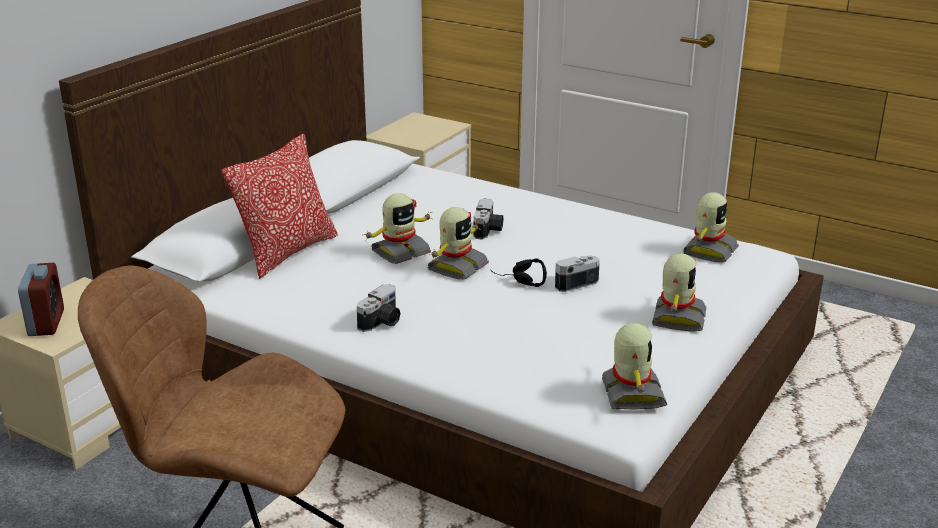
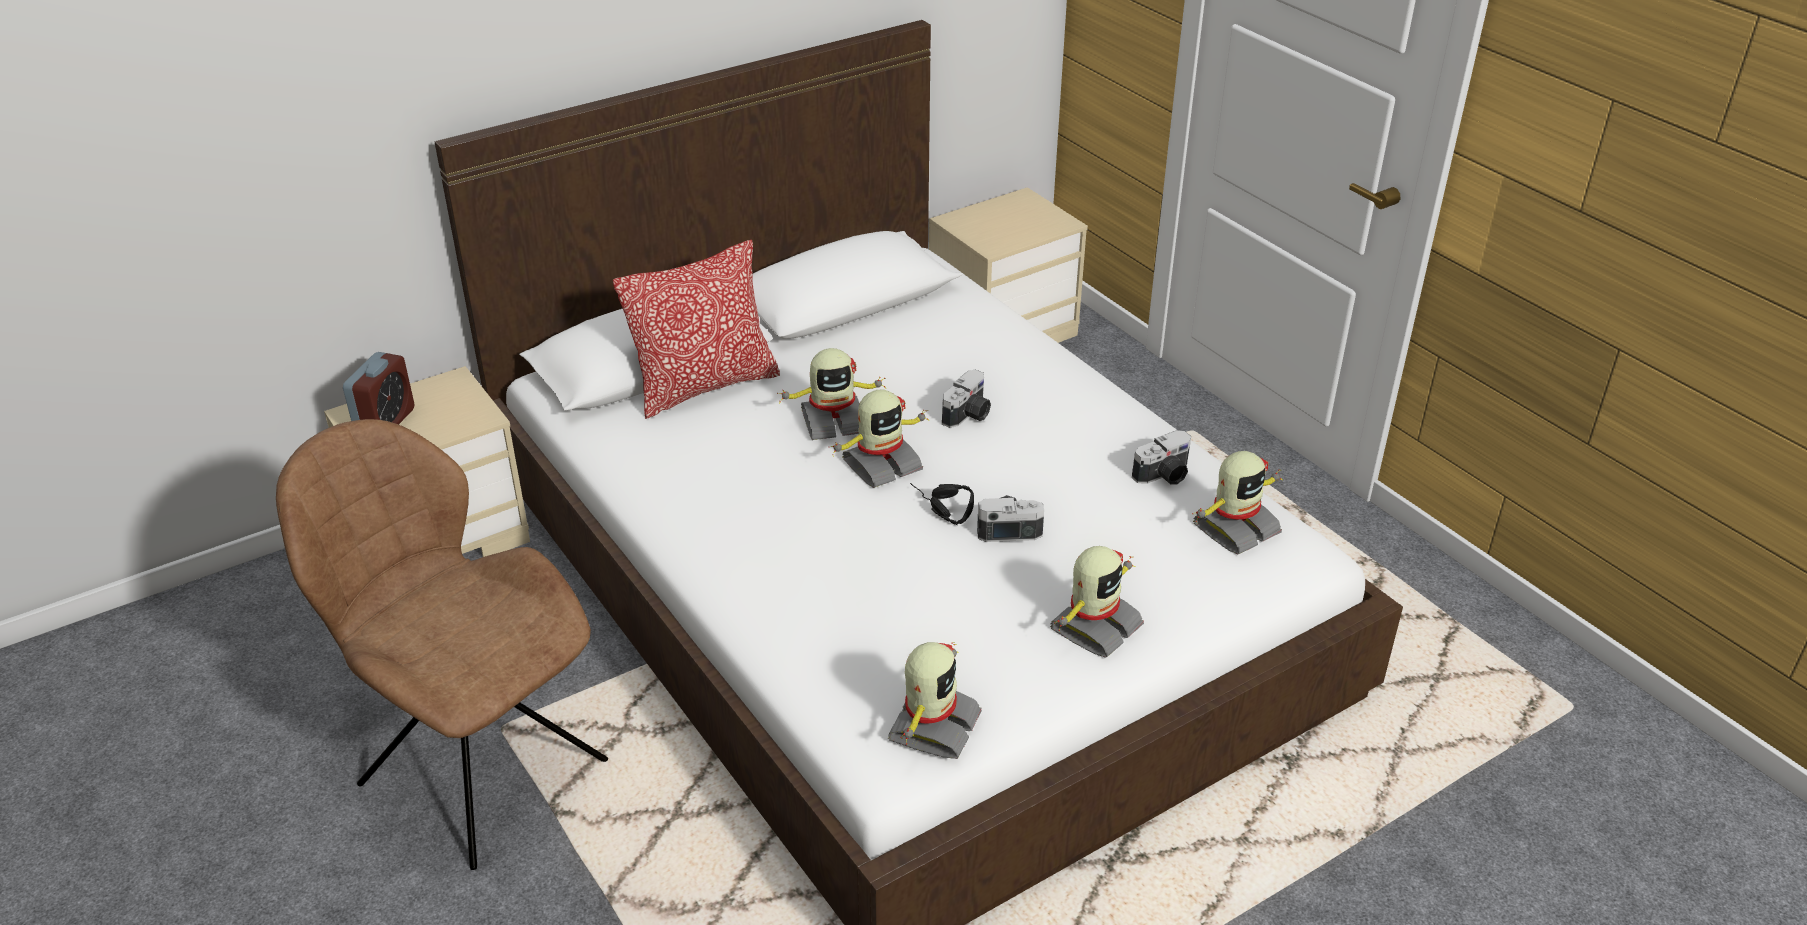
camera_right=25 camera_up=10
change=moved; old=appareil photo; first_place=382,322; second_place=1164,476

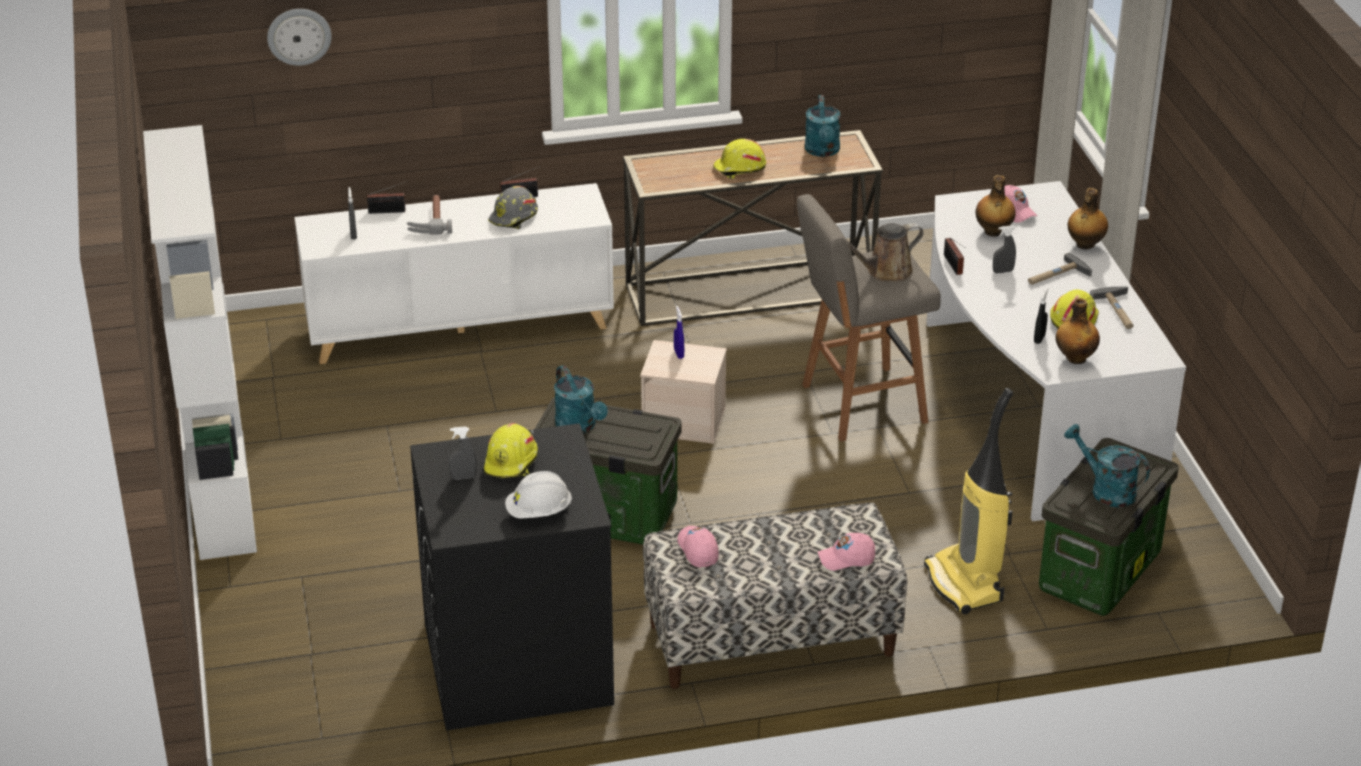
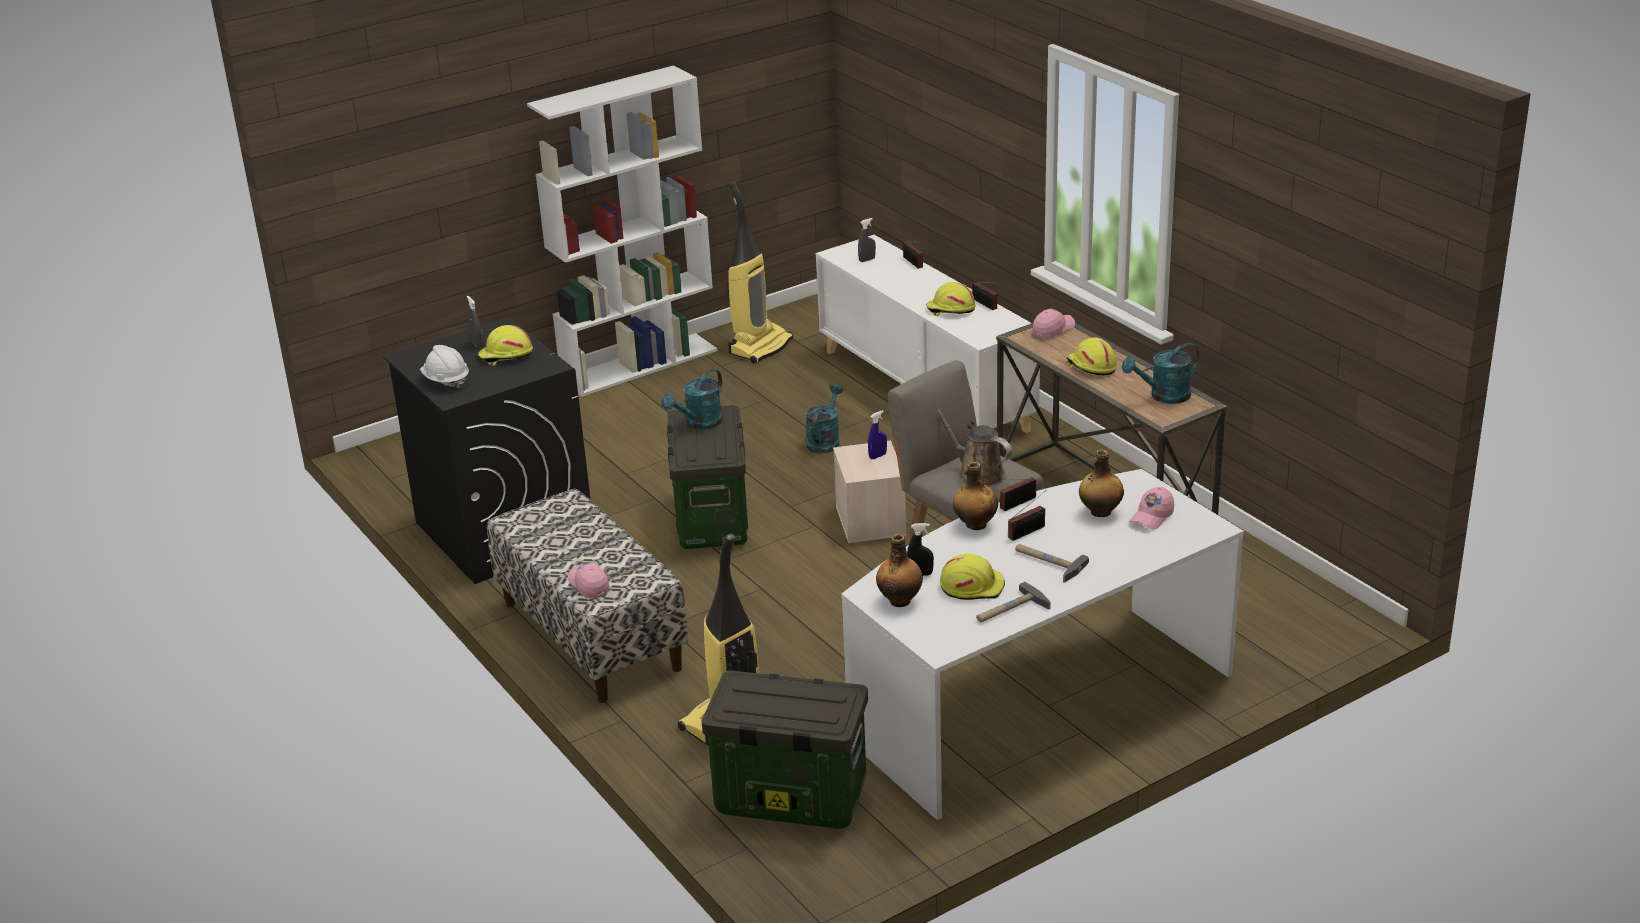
camera_right=70 camera_up=-5
change=removed; old=horloge murale; first_place=299,36
change=removed; old=marteau; first_place=429,220
change=recoloured; old=casque de chantier (gris); new=casque de chantier (jaune); first_place=514,217; second_place=950,309
change=moved; old=casquette (rose); first_place=698,550; second_place=1053,329
change=replaced; old=vaporisateur (gris); new=radio; first_place=1003,271; second_place=1028,531
change=moved; old=arrosoir (turquoise); first_place=1106,490; second_place=825,440
change=moved; old=bouteille; first_place=1085,245; second_place=975,524
change=added; new=aspirateur; second_place=760,346

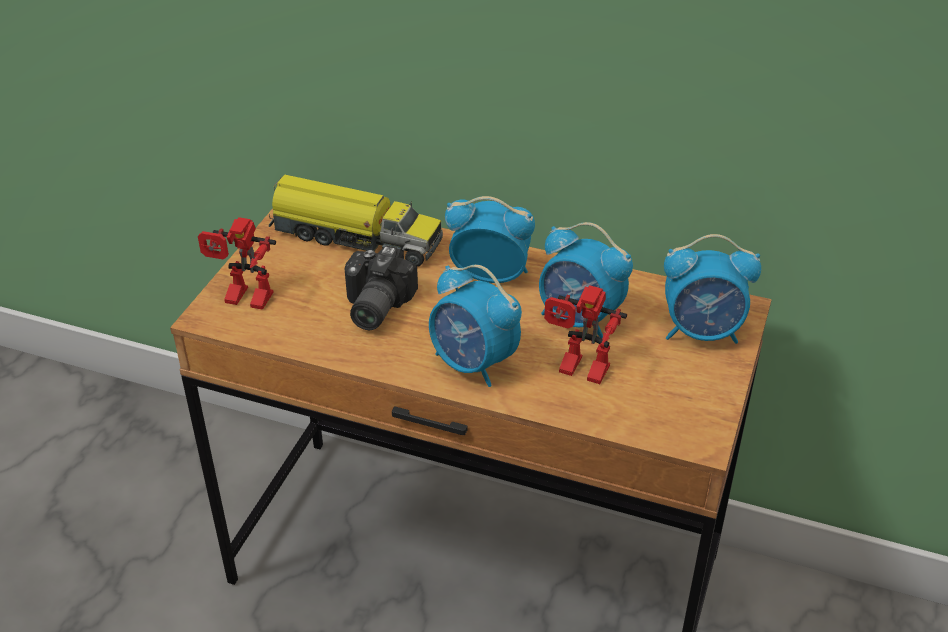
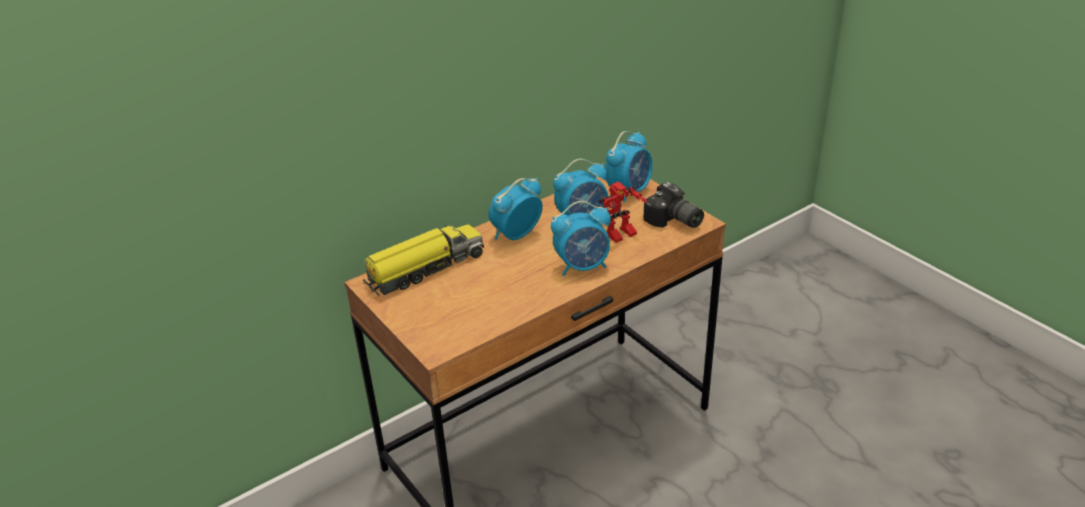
camera_right=-55 camera_up=-5
change=removed; old=robot jouet; first_place=243,300
change=moved; old=appareil photo; first_place=372,306; second_place=673,221

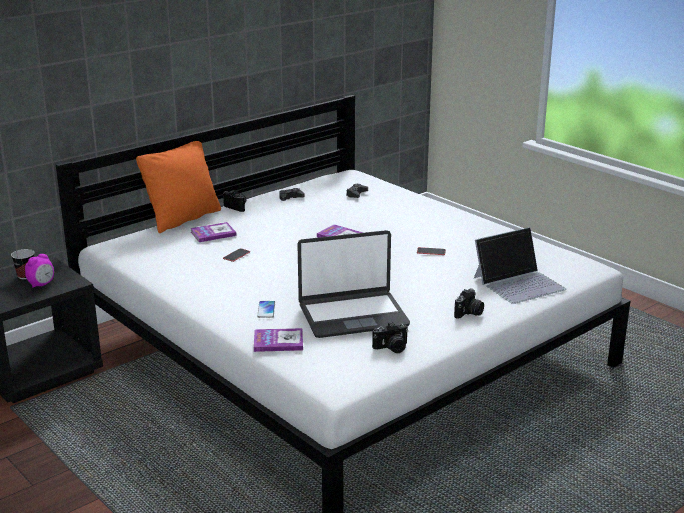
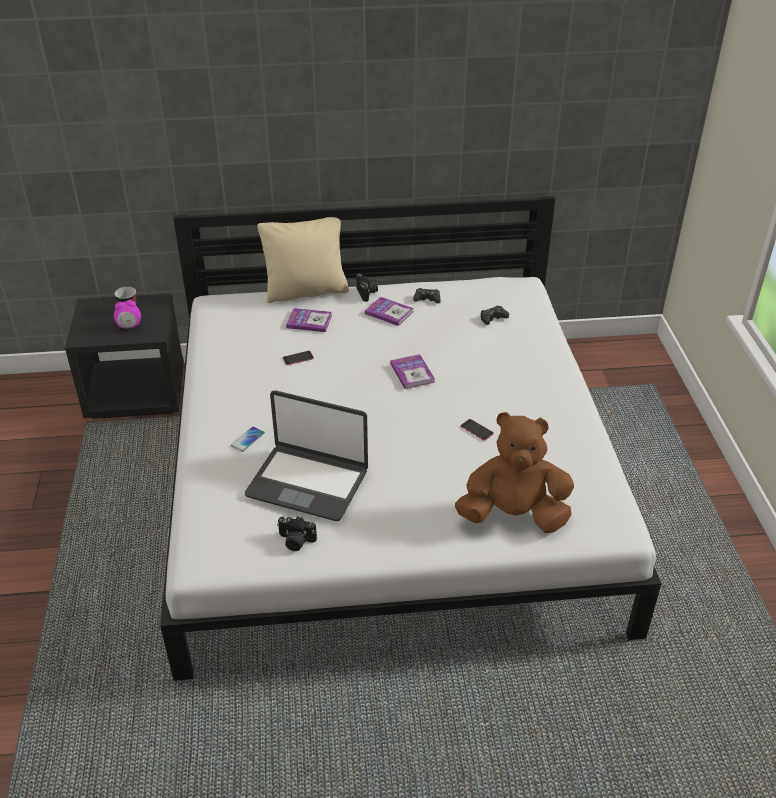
camera_right=35 camera_up=15
change=recoloured; old=coussin (orange); new=coussin (beige); first_place=183,219; second_place=306,291
change=moved; old=livre; first_place=278,341; second_place=389,312
change=removed; old=appareil photo; first_place=469,313
change=replaced; old=ordinateur portable; new=peluche (marron); first_place=519,283; second_place=513,515

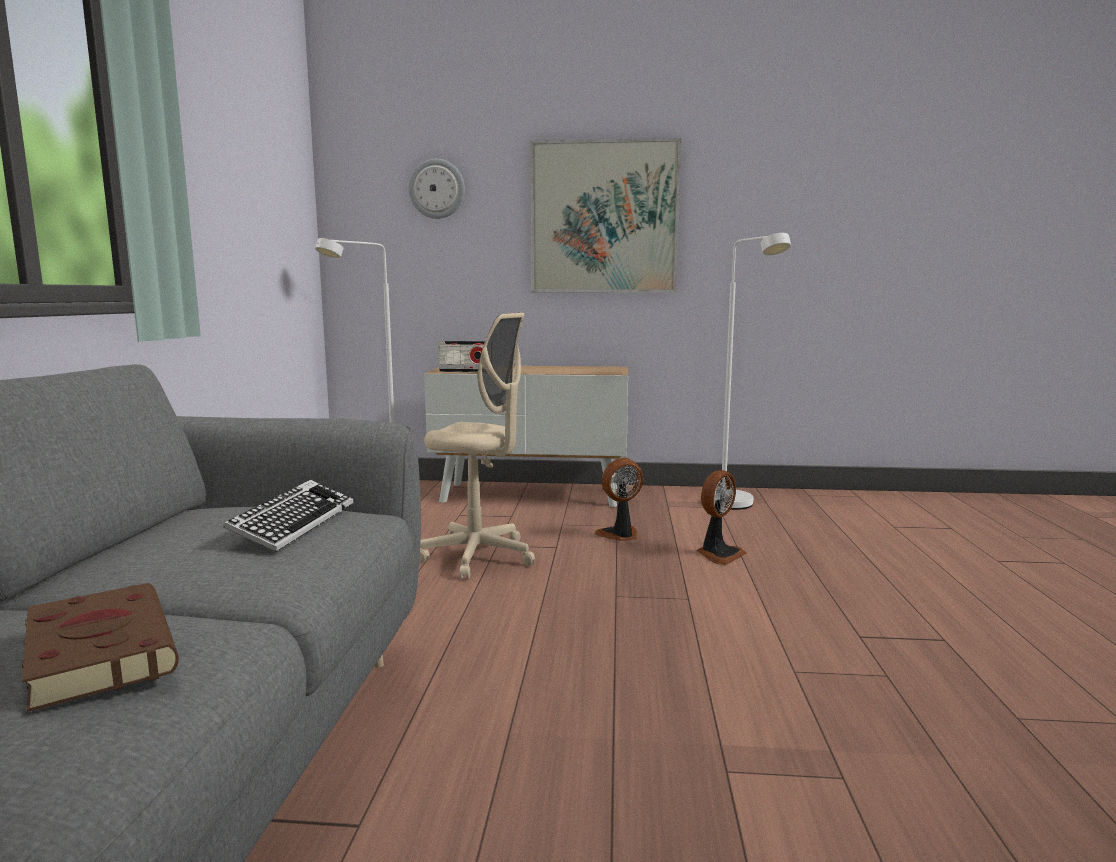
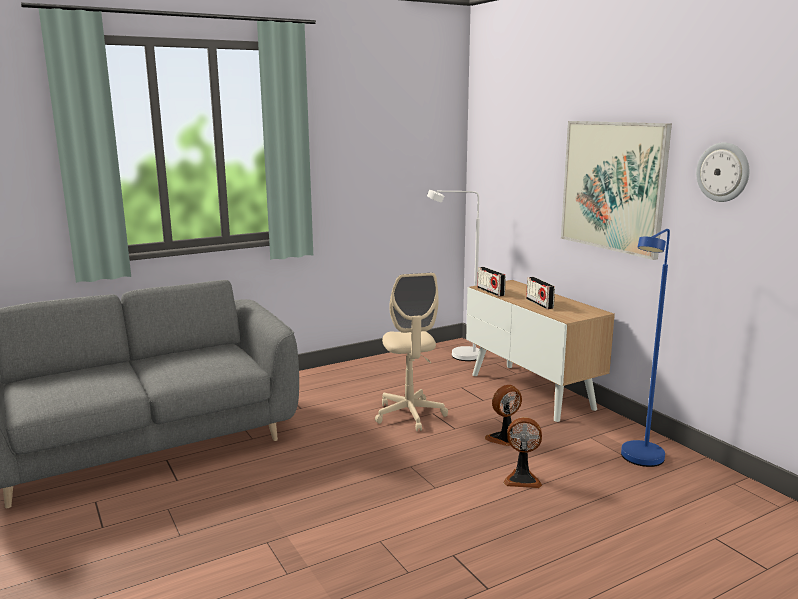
camera_right=55 camera_up=5
change=removed; old=livre (marron); first_place=99,650
change=removed; old=clavier; first_place=294,523
change=moved; old=horloge murale; first_place=437,189; second_place=723,172
change=turned; old=ventilateur; first_place=620,535; second_place=504,439; degrees=-60
change=recoloured; old=lampadaire (blanc); new=lampadaire (bleu); first_place=737,506; second_place=639,461
change=added; new=radio; second_place=539,303

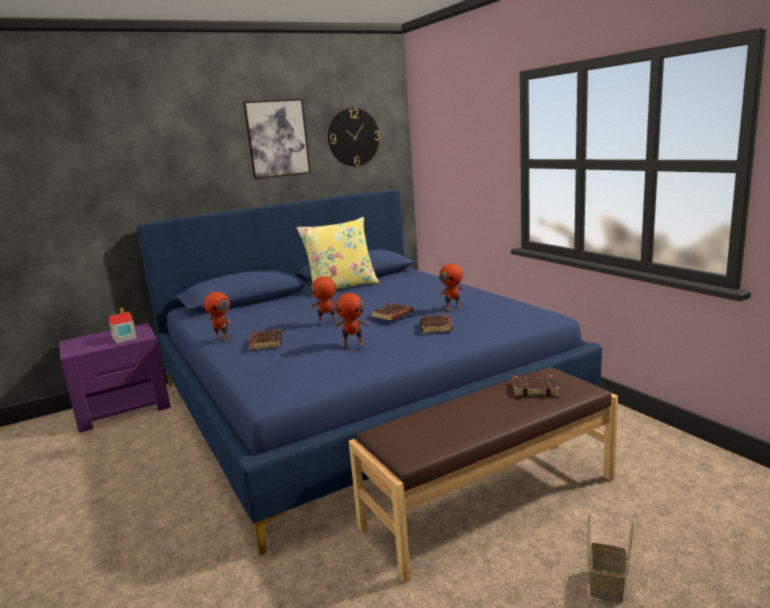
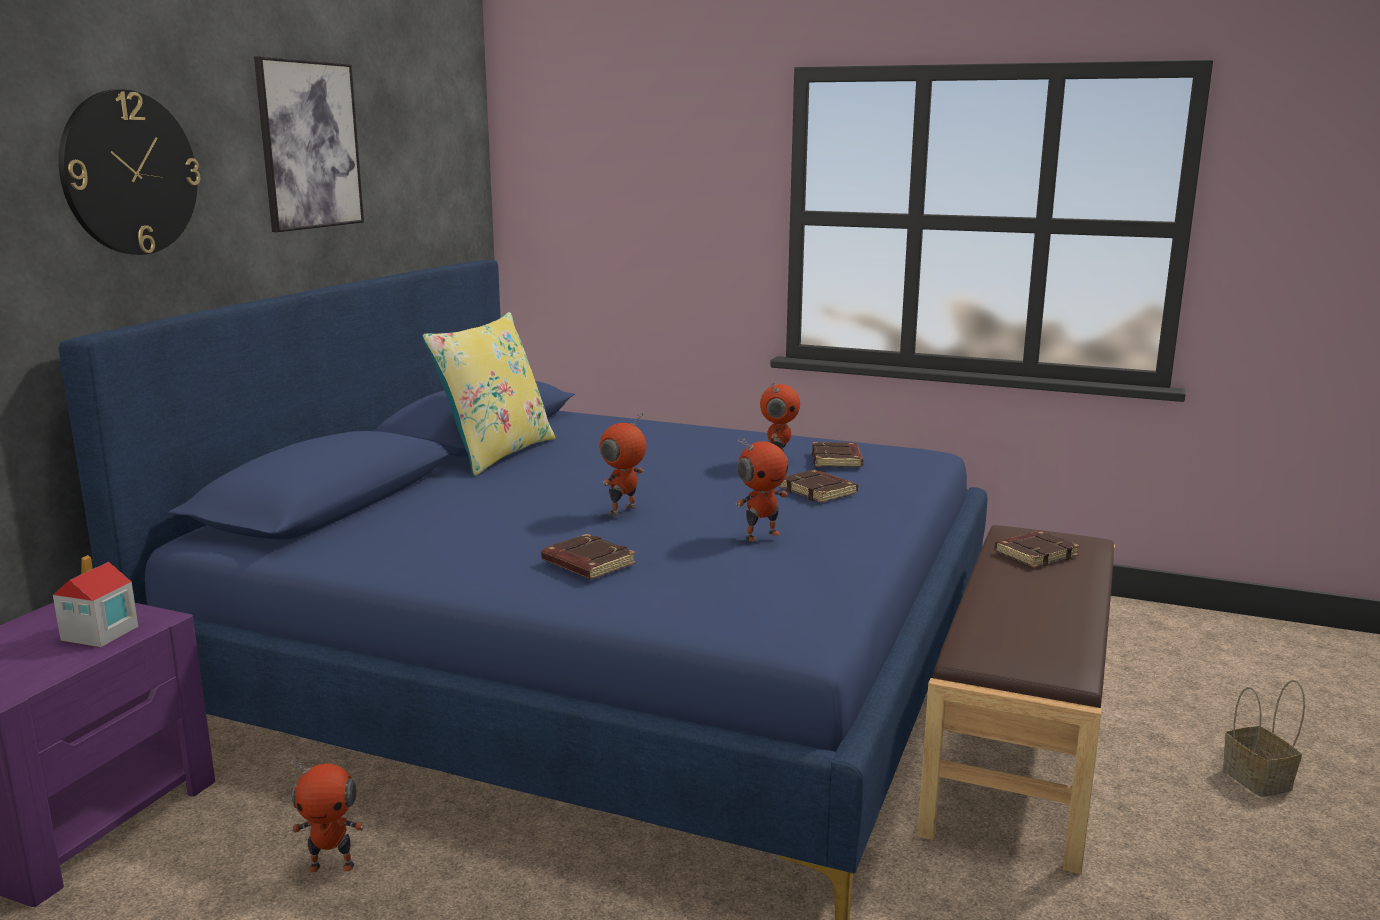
camera_right=-40 camera_up=0
change=moved; old=robot jouet; first_place=223,338; second_place=332,865
change=moved; old=horloge murale; first_place=353,137; second_place=129,173
change=moved; old=livre (marron); first_place=392,315; second_place=837,460

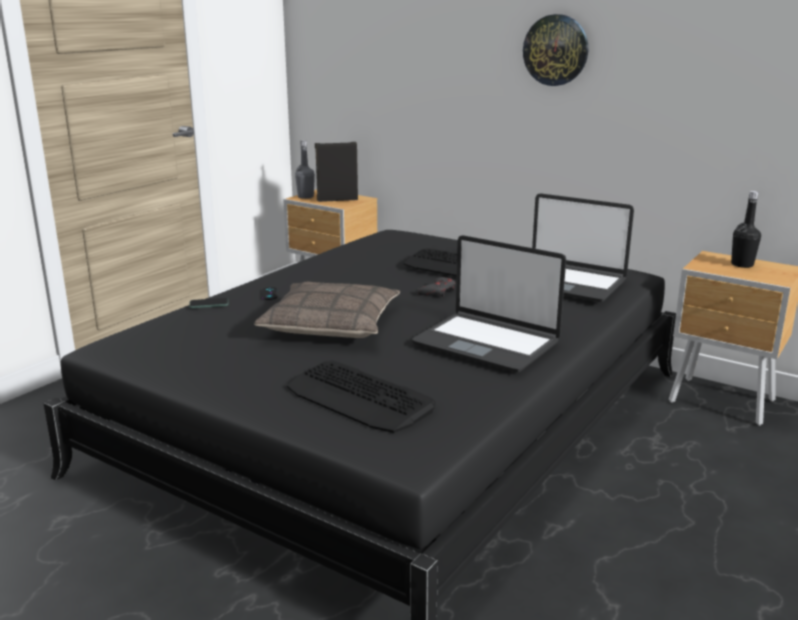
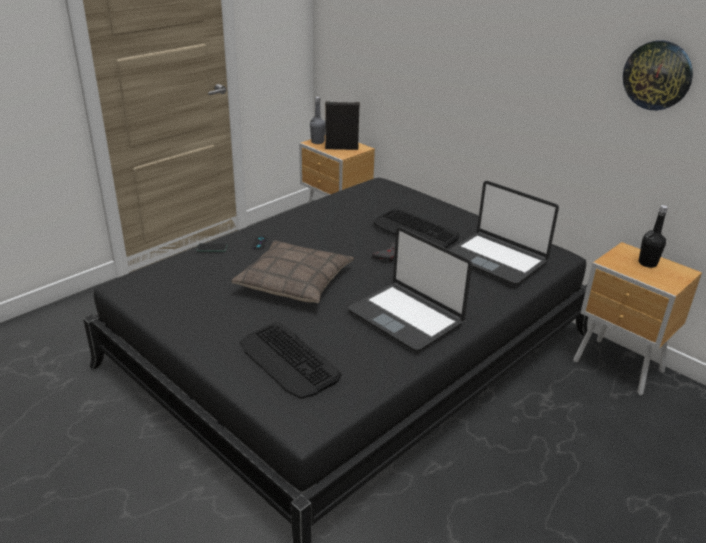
camera_right=10 camera_up=10
change=moved; old=horloge murale; first_place=556,50; second_place=657,75

